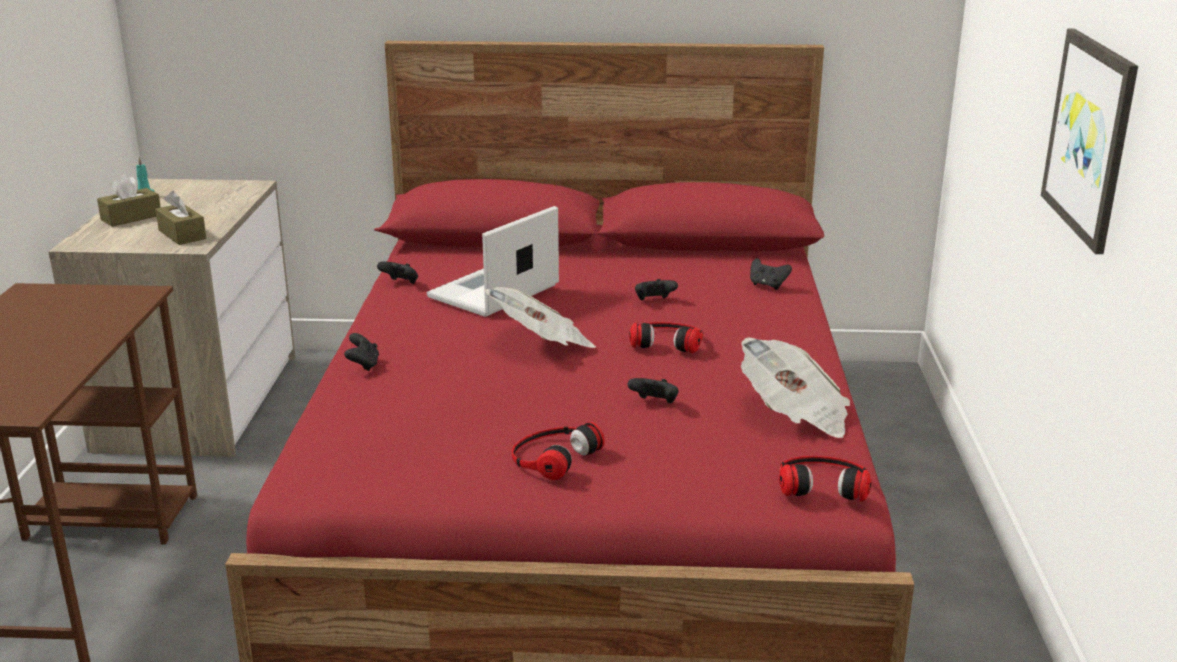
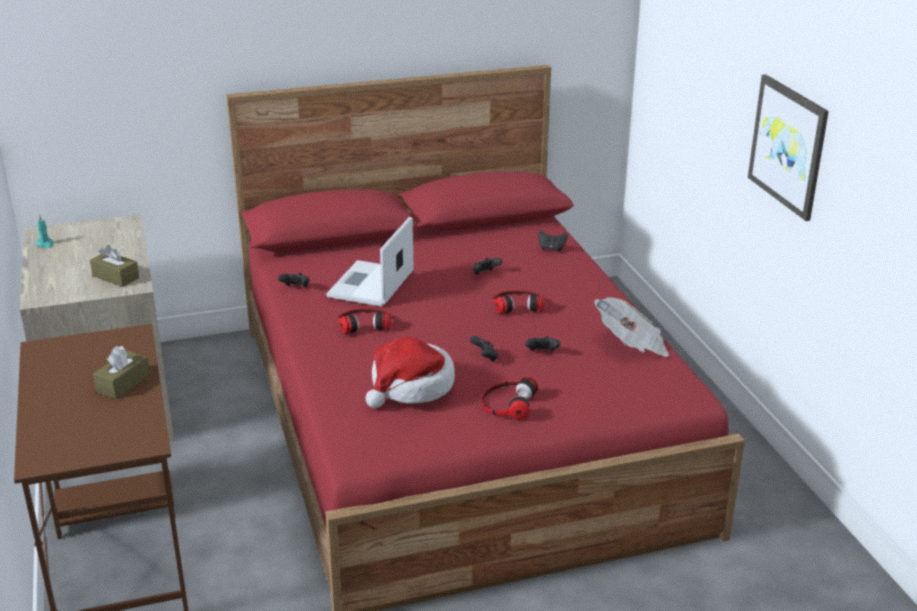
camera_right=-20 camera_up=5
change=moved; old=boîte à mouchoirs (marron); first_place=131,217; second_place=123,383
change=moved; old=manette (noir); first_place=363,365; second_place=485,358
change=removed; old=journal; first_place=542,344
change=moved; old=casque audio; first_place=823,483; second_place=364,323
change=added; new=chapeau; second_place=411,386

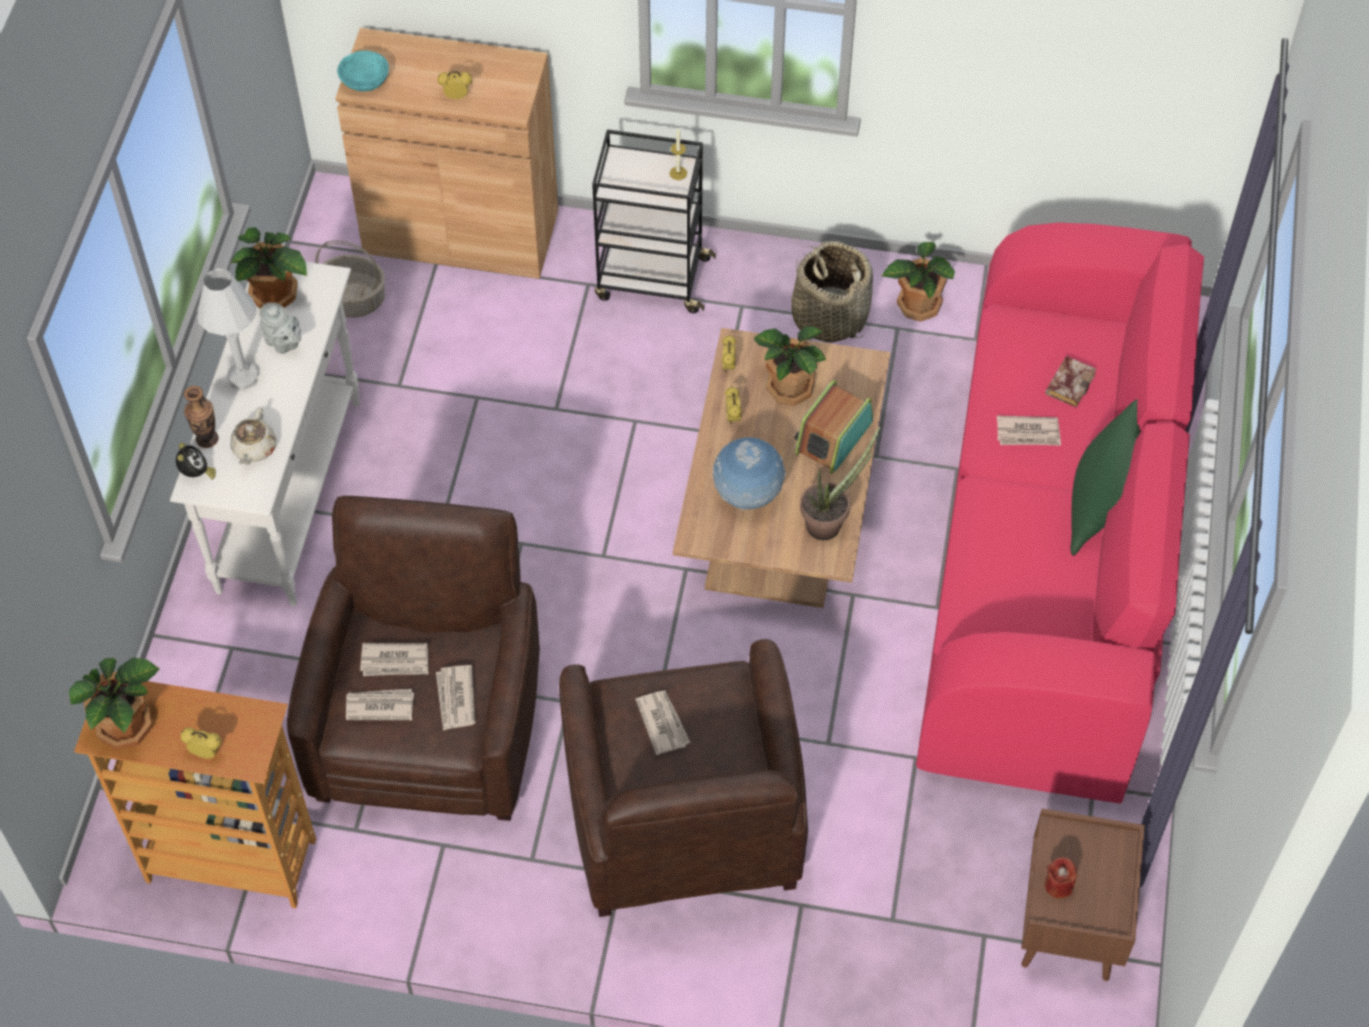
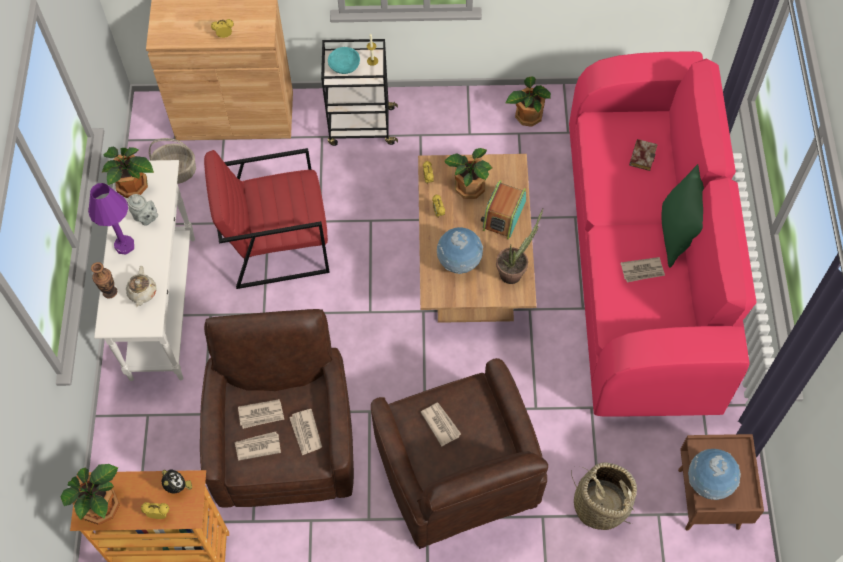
camera_right=-10 camera_up=5
change=moved; old=réveil; first_place=196,474; second_place=177,487
change=recoloured; old=lampe de table (blanc); new=lampe de table (violet); first_place=243,377; second_place=124,245
change=moved; old=bol (turquoise); first_place=364,82; second_place=344,67
change=moved; old=panier; first_place=829,316; second_place=600,504
change=moved; old=journal; first_place=1028,433; second_place=642,271
change=replaced; old=bougie (rouge); new=globe; first_place=1058,885; second_place=708,483
change=added; new=fauteuil (rouge); second_place=277,243

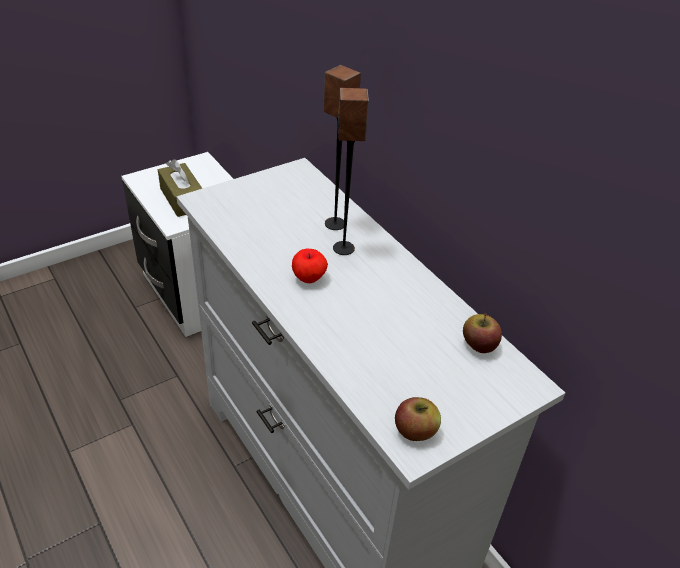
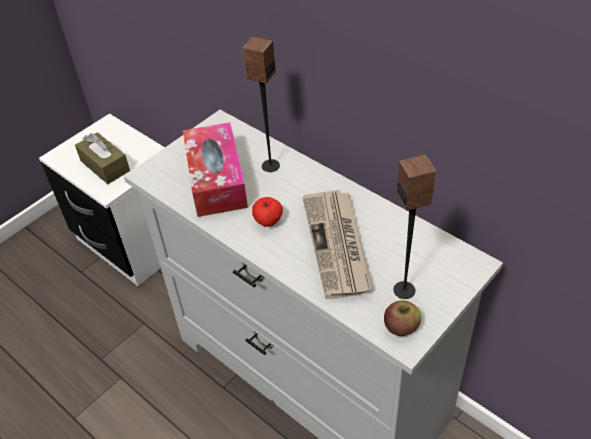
camera_right=-10 camera_up=5
change=moved; old=enceinte; first_place=344,248; second_place=404,290
change=removed; old=pomme; first_place=478,345
change=added; new=boîte à mouchoirs; second_place=216,179
change=added; new=journal; second_place=337,245

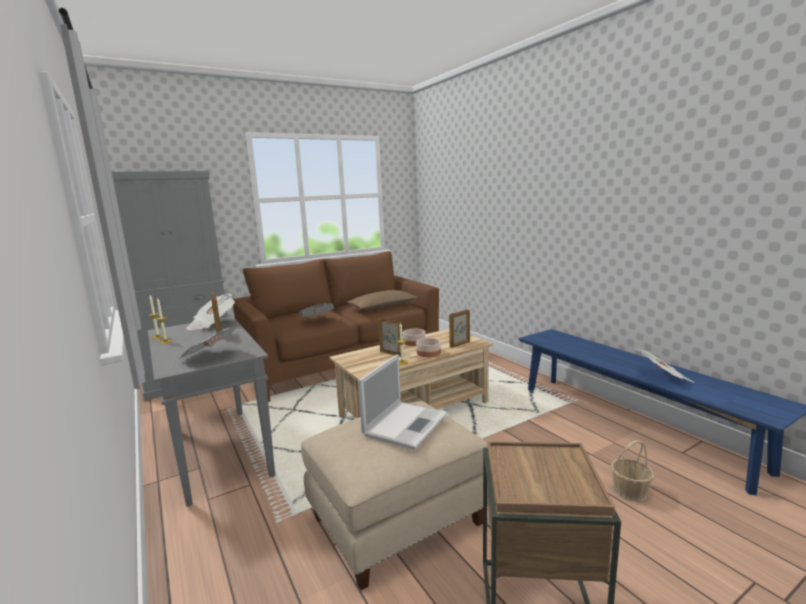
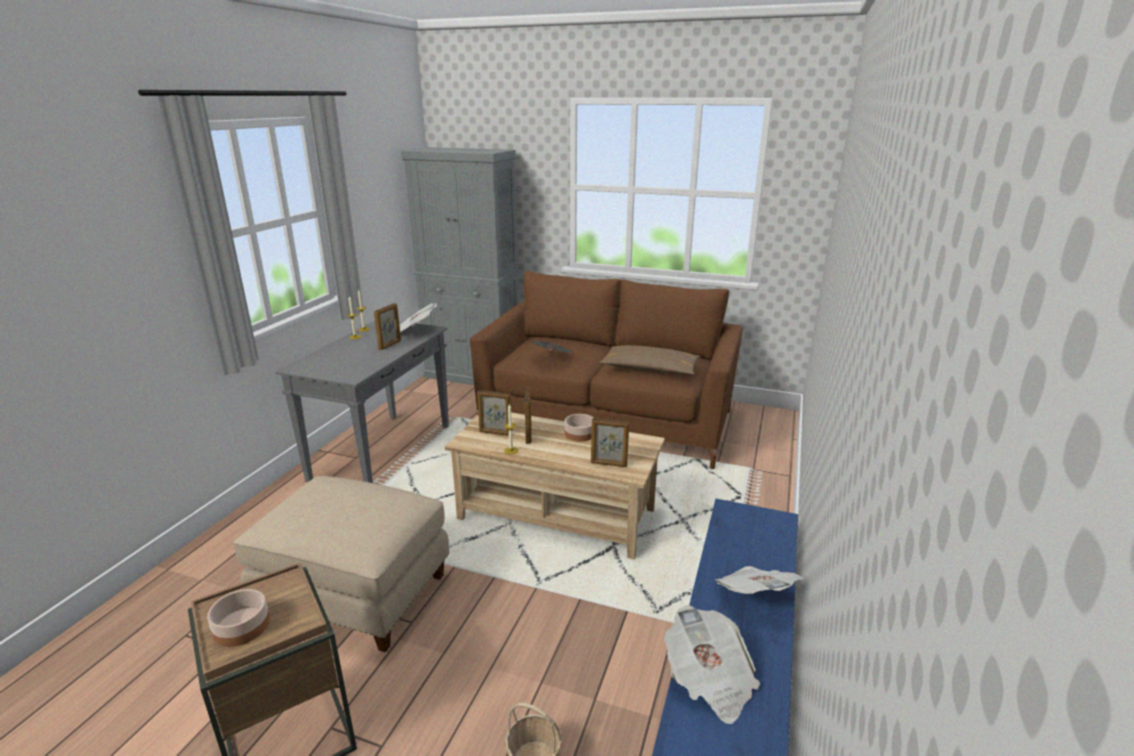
camera_right=50 camera_up=10
change=moved; old=journal; first_place=210,356; second_place=754,596
change=removed; old=ordinateur portable; first_place=406,424
change=moved; old=bol; first_place=428,353; second_place=240,627
change=added; new=cadre photo; second_place=495,433

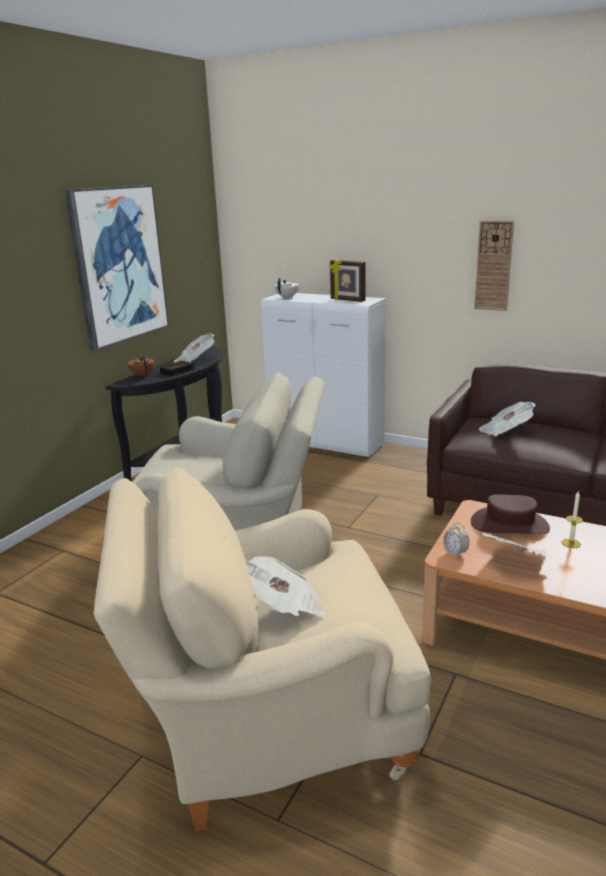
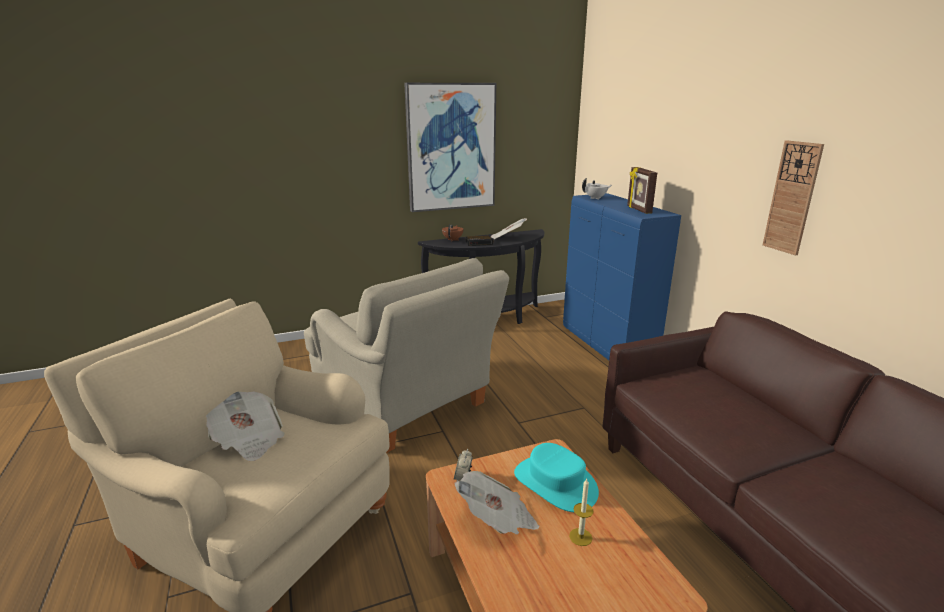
camera_right=40 camera_up=0
change=recoloured; old=meuble de rangement (blanc); new=meuble de rangement (bleu); first_place=327,443; second_place=607,346
change=recoloured; old=chapeau (marron); new=chapeau (turquoise); first_place=509,524; second_place=555,483
change=removed; old=journal; first_place=505,431

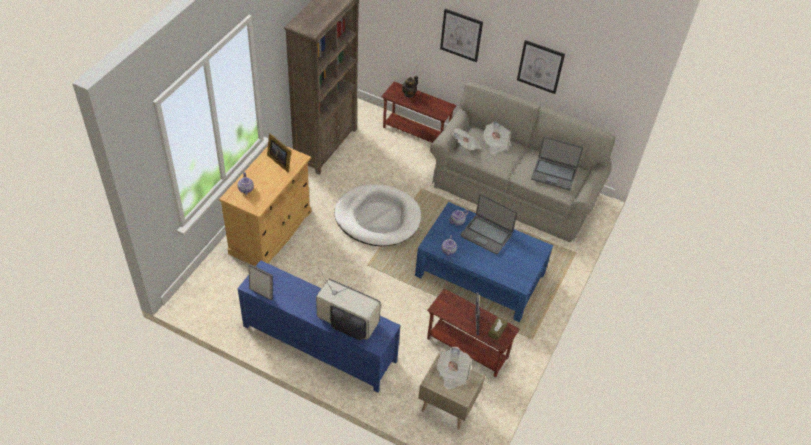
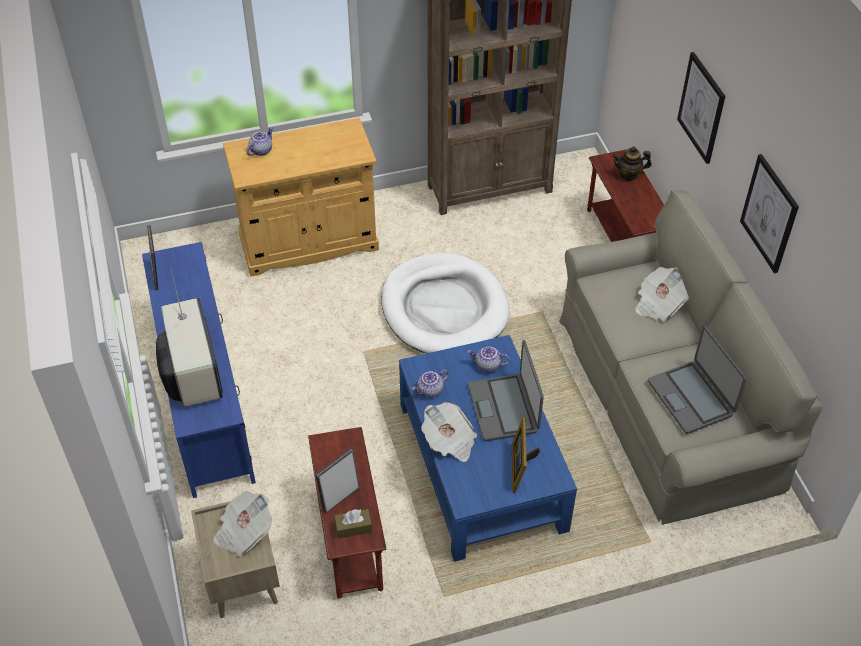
camera_right=50 camera_up=0
change=moved; old=cadre photo; first_place=280,161; second_place=521,467
change=moved; old=journal; first_place=466,146; second_place=449,441

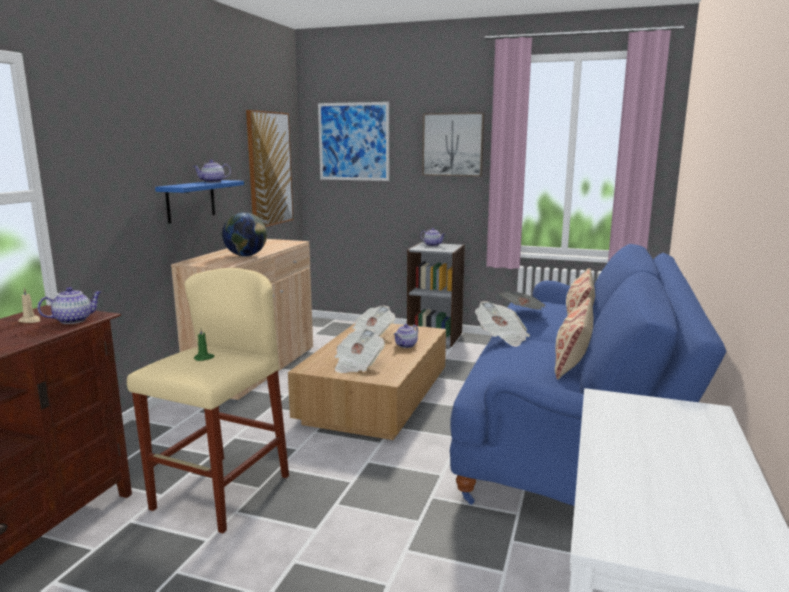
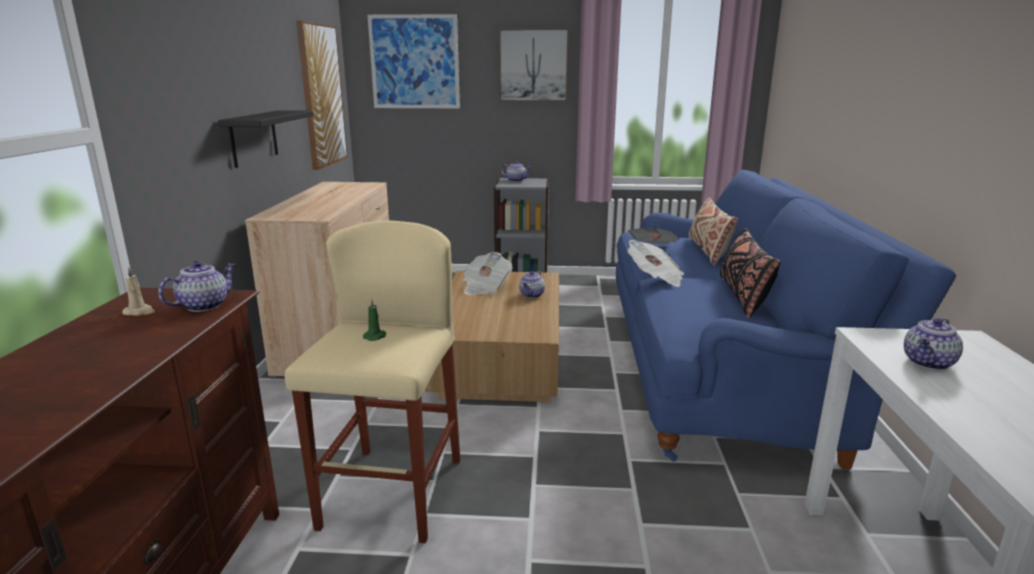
camera_right=-15 camera_up=5
change=recoloured; old=étagère (bleu); new=étagère (noir); first_place=190,201; second_place=254,138
change=moved; old=théière; first_place=212,182; second_place=928,363
change=removed; old=globe; first_place=246,256
change=removed; old=journal; first_place=357,365
change=recoloured; old=coussin (beige); new=coussin (noir); first_place=572,360; second_place=743,296

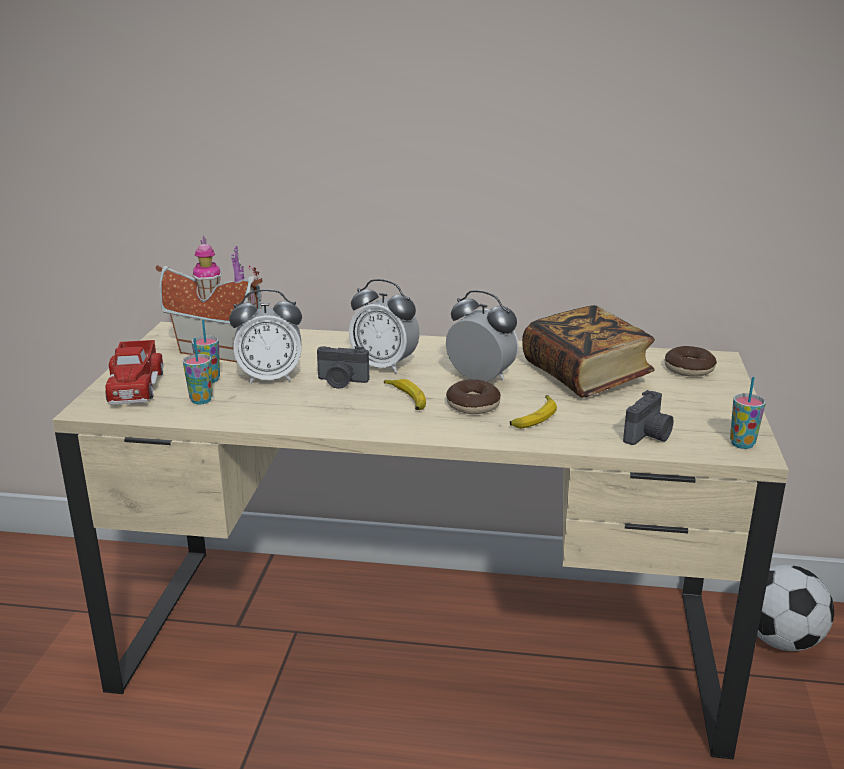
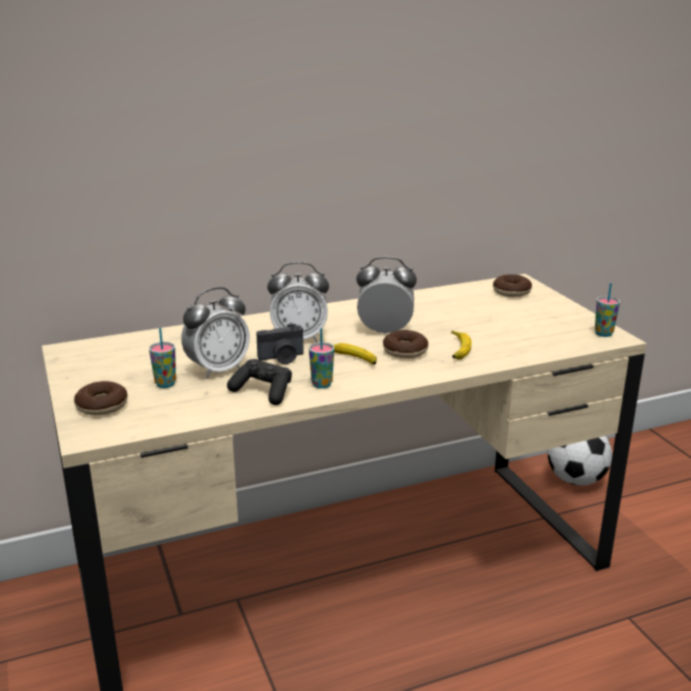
camera_right=-30 camera_up=0
change=replaced; old=camion jouet; new=beignet; first_place=135,386; second_place=102,406
change=removed; old=maison miniature; first_place=219,349
change=moved; old=tasse; first_place=201,400; second_place=322,384
change=removed; old=livre; first_place=585,375
change=removed; old=appareil photo; first_place=649,436
change=added; new=manette (noir); second_place=263,392

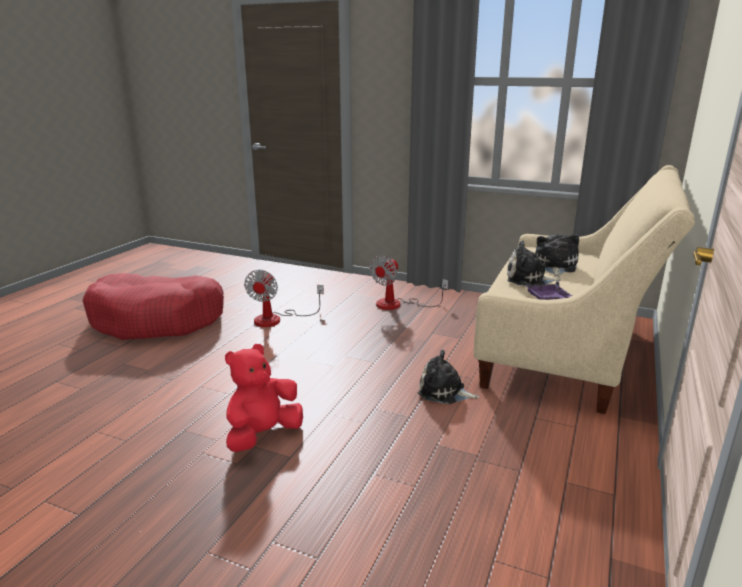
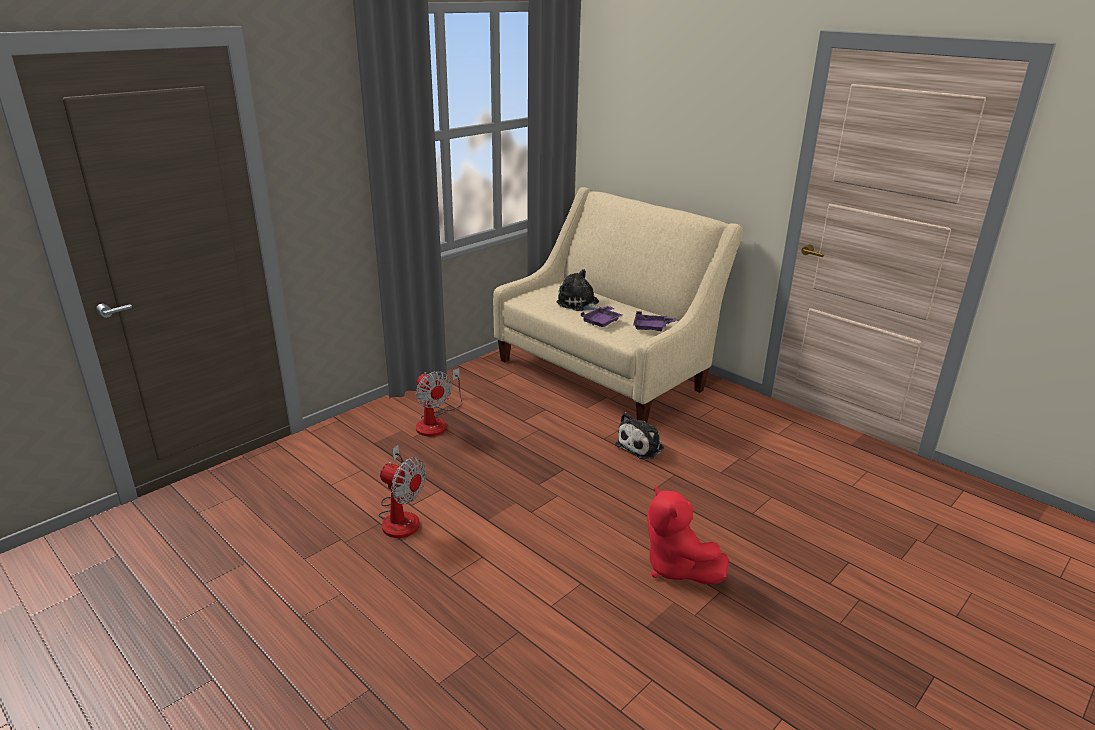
camera_right=-70 camera_up=5
change=removed; old=panier pour chien (rouge); first_place=158,320
change=replaced; old=peluche; new=plateau (violet); first_place=528,279; second_place=602,322

